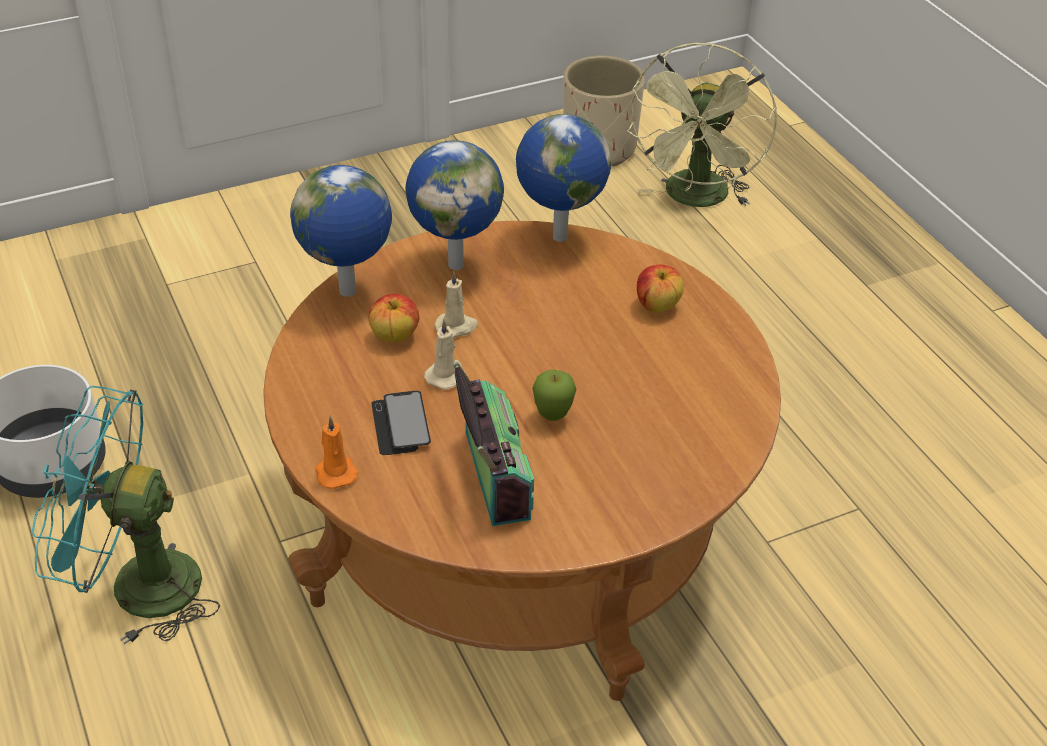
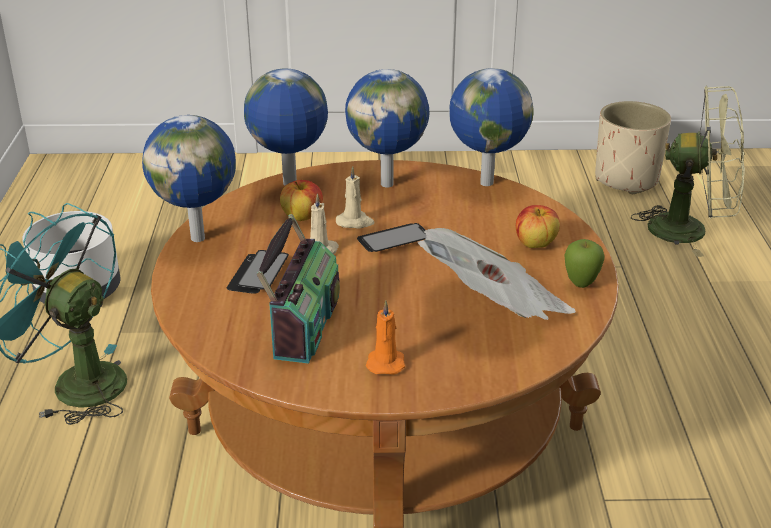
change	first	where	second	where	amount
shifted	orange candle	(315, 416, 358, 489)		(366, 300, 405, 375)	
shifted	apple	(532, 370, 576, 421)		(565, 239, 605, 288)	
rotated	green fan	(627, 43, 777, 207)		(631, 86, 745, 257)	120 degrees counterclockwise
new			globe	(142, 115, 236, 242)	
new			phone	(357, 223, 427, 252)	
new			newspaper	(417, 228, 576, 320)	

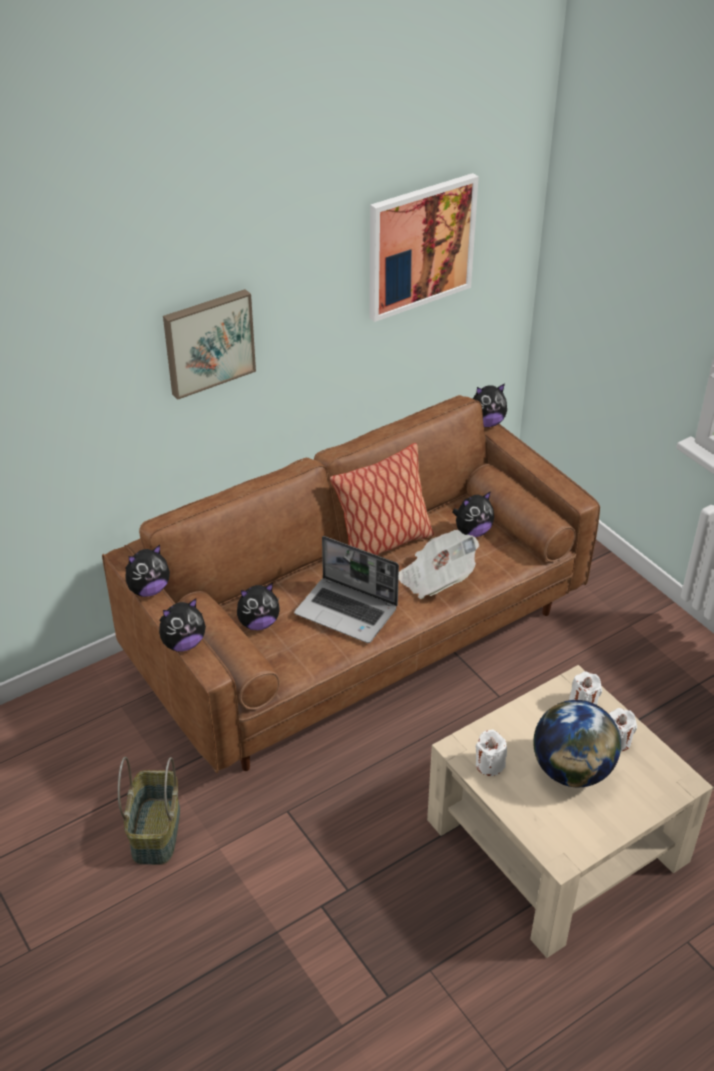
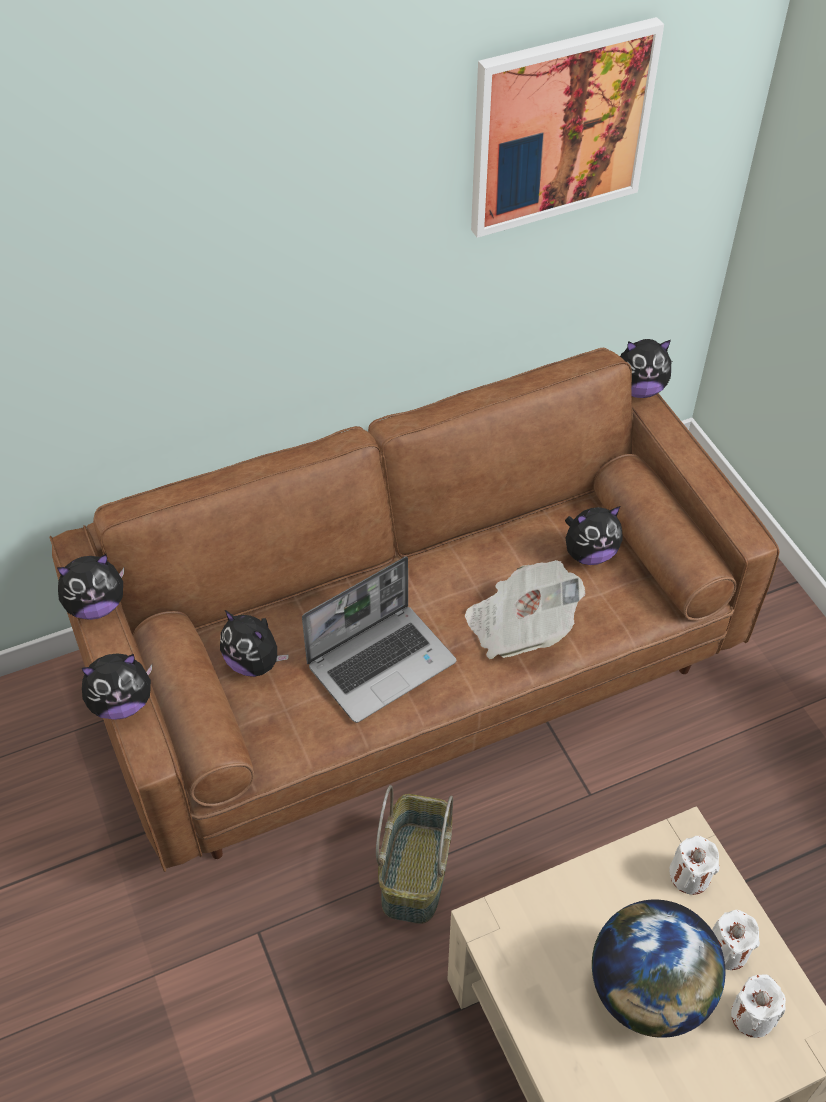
change	first	where	second	where	amount
shifted	basket	(118, 757, 180, 865)		(376, 785, 453, 924)	
gone	picture	(163, 289, 256, 400)			
rotated	plush toy	(237, 583, 280, 630)		(220, 610, 289, 677)	45 degrees clockwise
rotated	laptop	(294, 536, 399, 643)		(302, 556, 456, 723)	75 degrees counterclockwise
gone	pillow	(330, 443, 434, 555)			
shifted	white candle	(476, 730, 507, 776)		(731, 974, 786, 1038)	

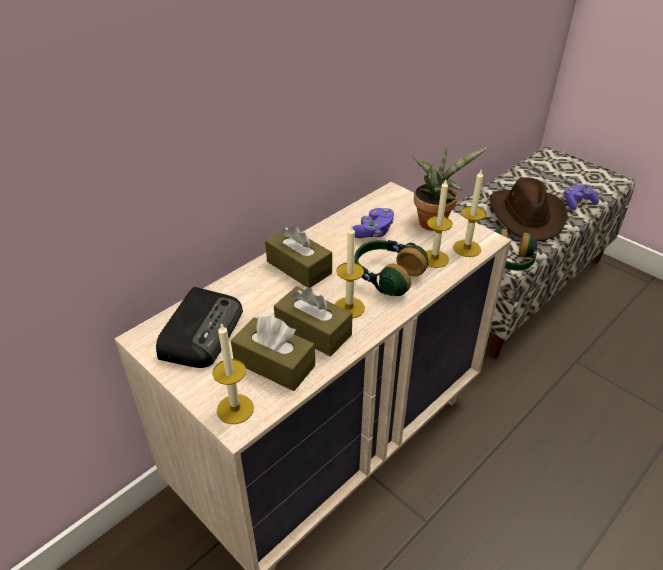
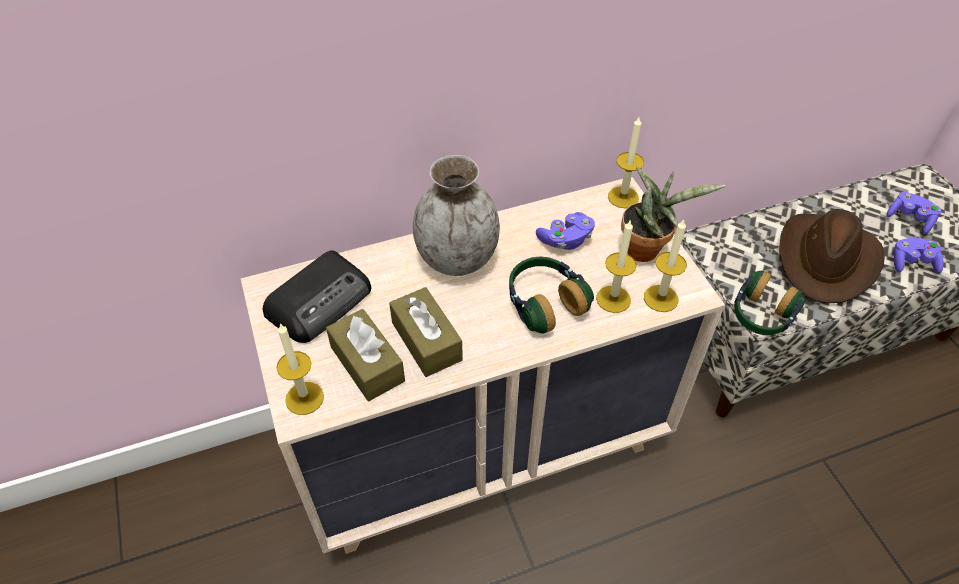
change	first	where	second	where	amount
swapped	brown tissue box	(265, 225, 332, 288)	grey vase	(413, 155, 500, 276)	
shifted	candle	(335, 224, 365, 318)		(608, 117, 644, 208)	
new			purple game controller	(887, 192, 942, 234)	

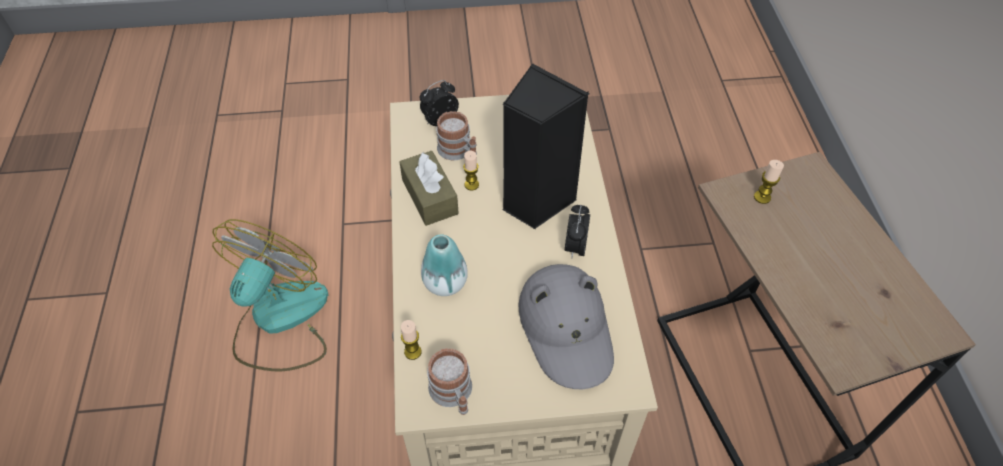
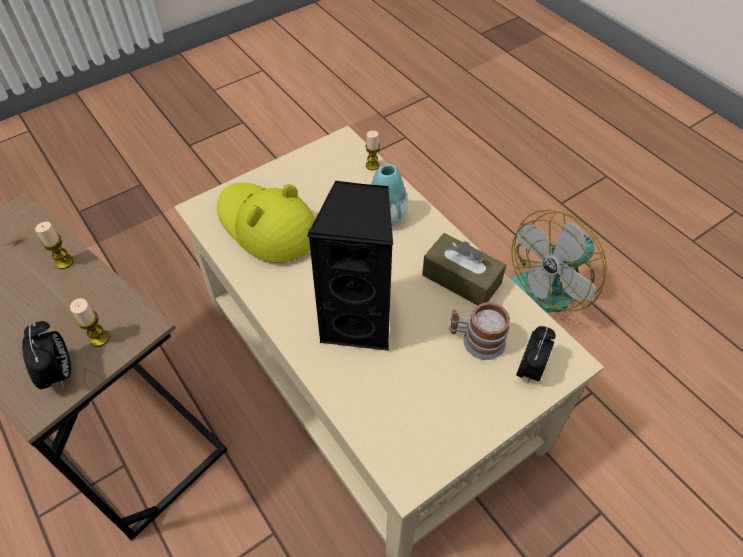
change	first	where	second	where	amount
rotated	fan	(212, 219, 328, 371)		(510, 210, 606, 313)	60 degrees clockwise
gone	mug	(427, 348, 472, 415)			
shifted	candle	(463, 151, 479, 190)		(35, 222, 74, 269)	
repainted	grey hat	(519, 264, 614, 389)	yellow hat	(217, 183, 315, 263)	
shifted	alarm clock	(565, 205, 590, 258)		(22, 321, 71, 389)	

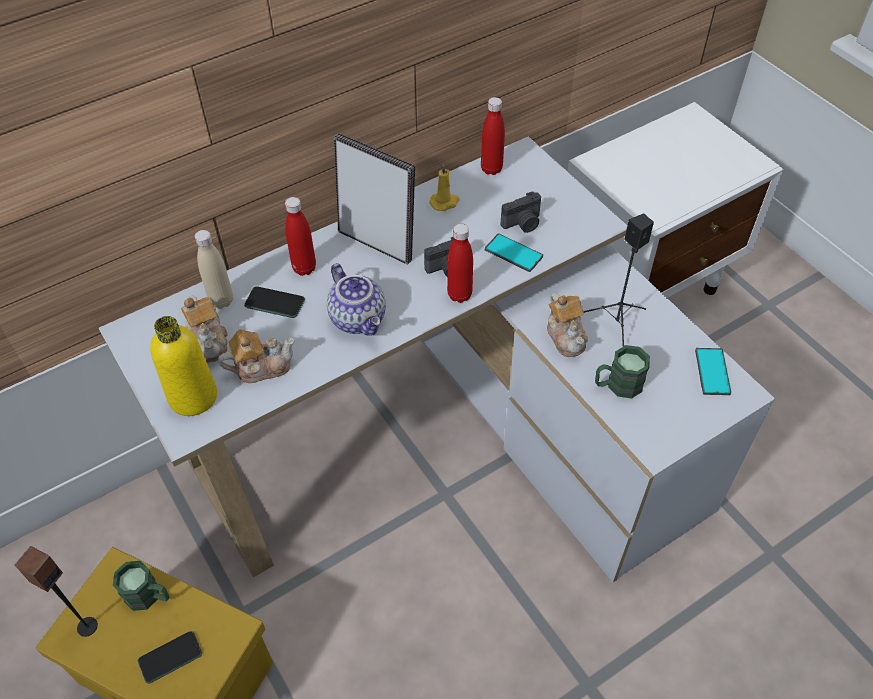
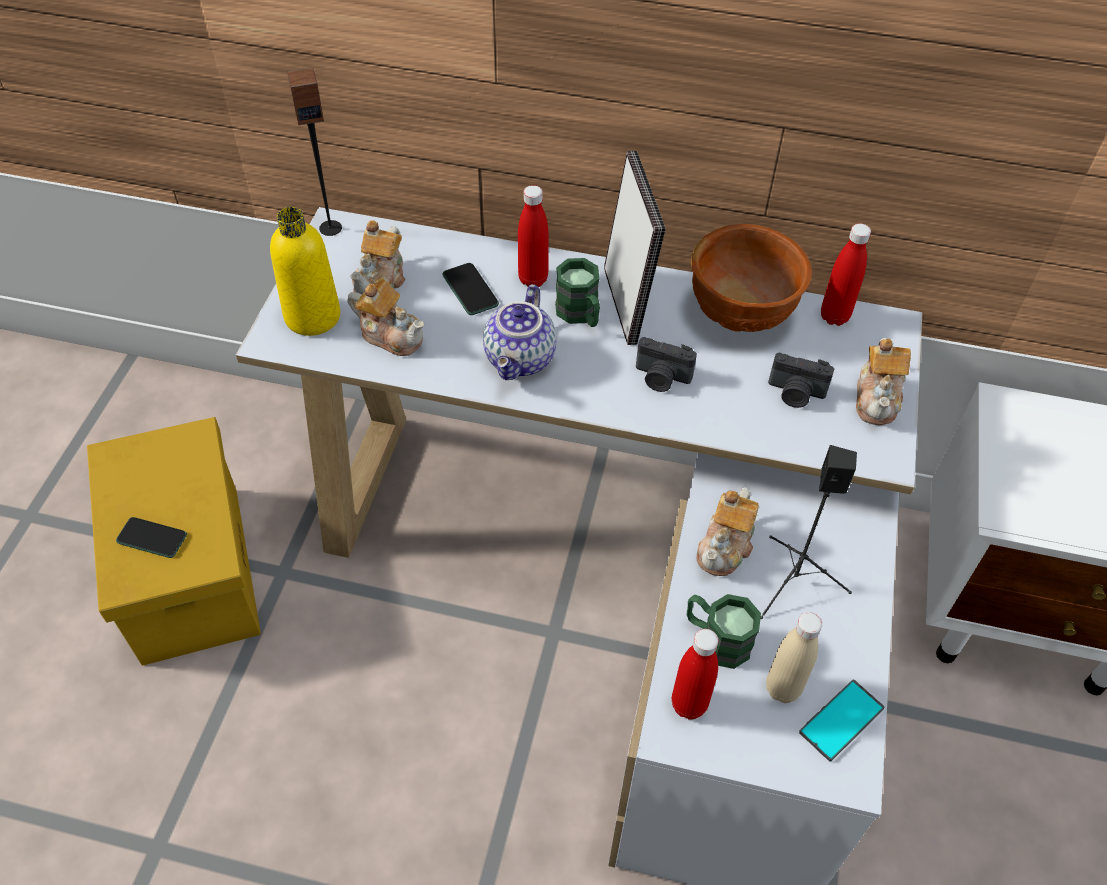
change	first	where	second	where	amount
shifted	speaker	(15, 546, 98, 637)		(287, 68, 342, 236)	
shifted	green mug	(113, 561, 170, 611)		(555, 258, 600, 327)	
shifted	beige bottle	(195, 230, 233, 309)		(766, 612, 822, 703)	
swapped	yellow candle	(429, 164, 460, 211)	brown bowl	(691, 224, 812, 332)	
shifted	red bottle	(447, 224, 473, 303)		(672, 629, 718, 720)	
gone	phone	(485, 233, 543, 272)			
new			teapot	(856, 338, 911, 425)	

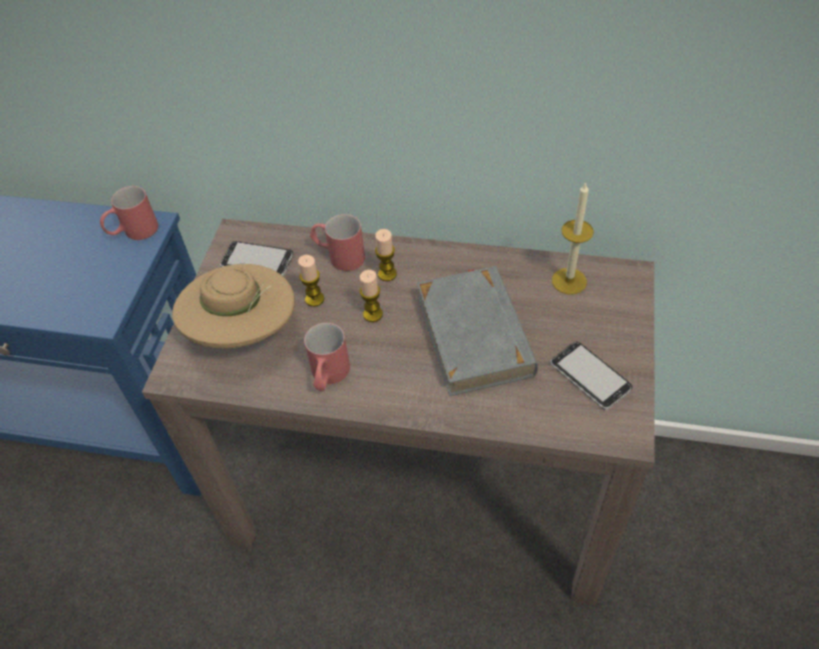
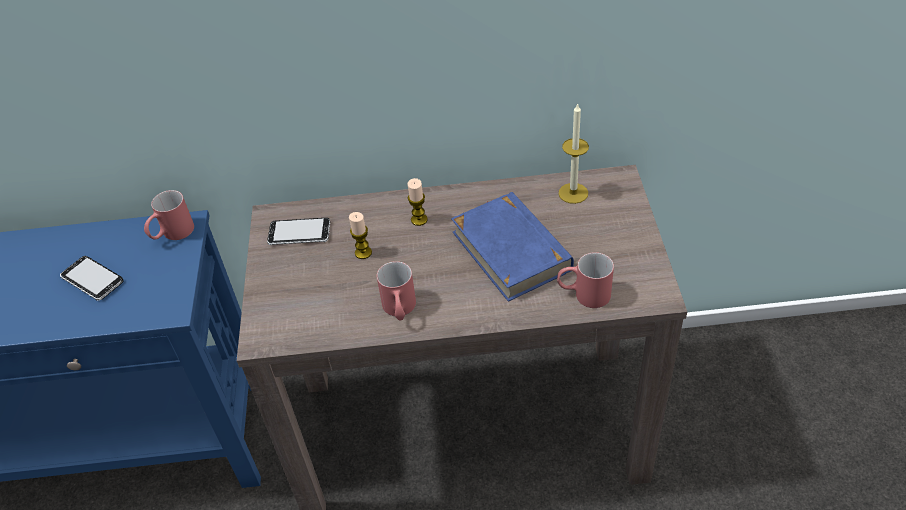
change	first	where	second	where	amount
gone	beige hat	(172, 264, 295, 348)			
shifted	red mug	(310, 214, 365, 271)		(557, 252, 614, 308)	
gone	candle	(360, 270, 383, 322)			
repainted	grey book	(417, 266, 538, 396)	blue book	(451, 192, 574, 302)	
shifted	phone	(550, 341, 632, 410)		(60, 256, 124, 301)	

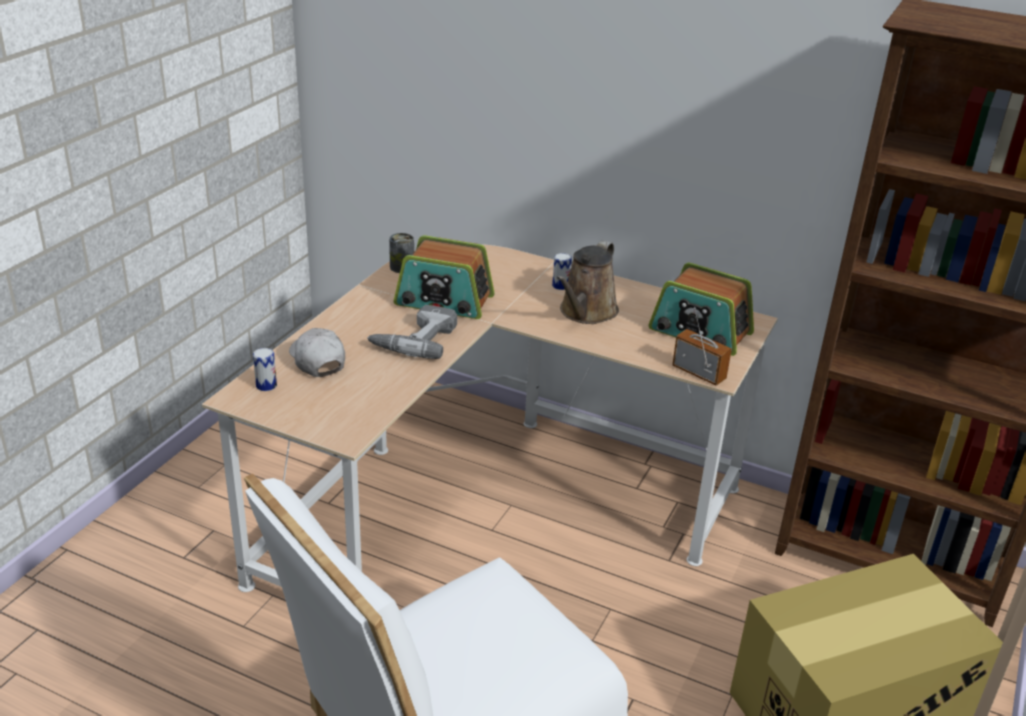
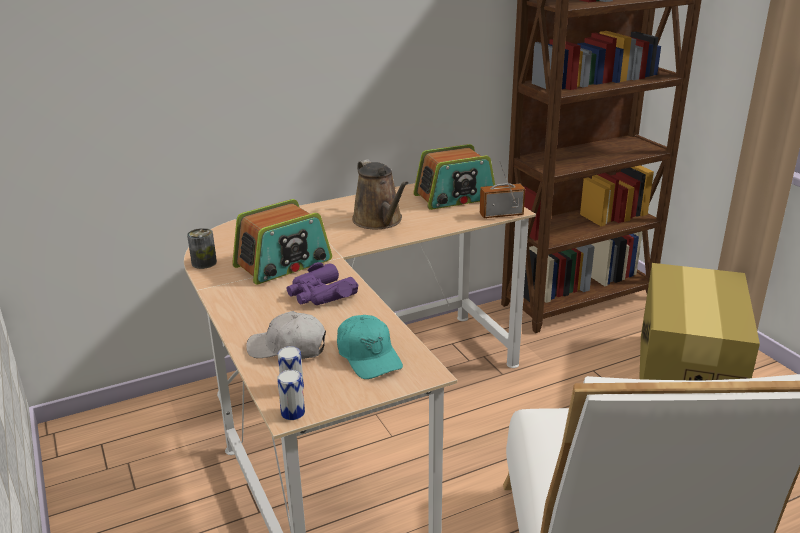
change	first	where	second	where	amount
swapped	power drill	(367, 305, 457, 359)	purple binoculars	(286, 262, 359, 305)	
shifted	can	(552, 253, 572, 290)		(277, 370, 305, 420)	
new			turquoise cap	(337, 315, 403, 379)	

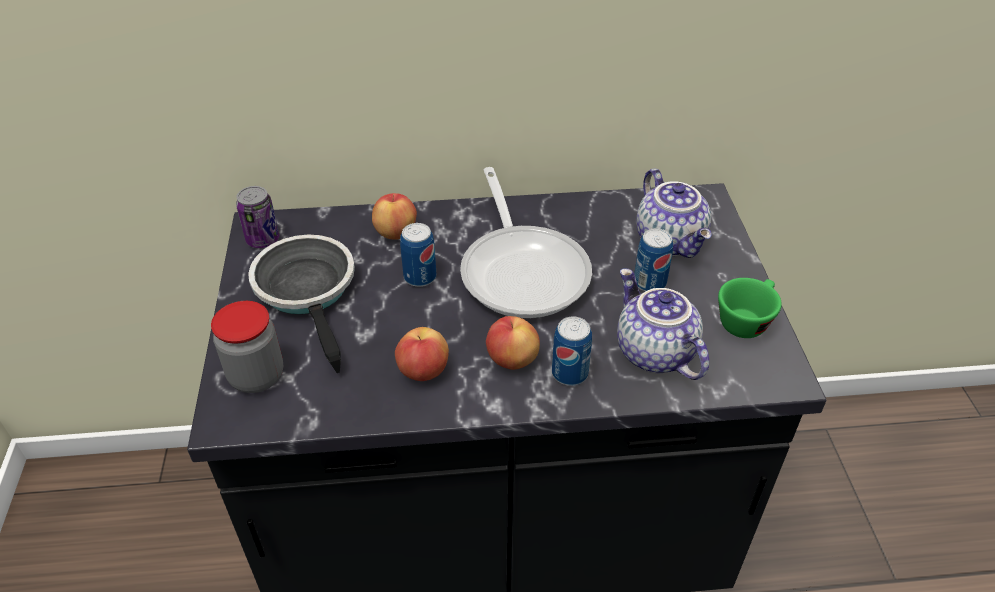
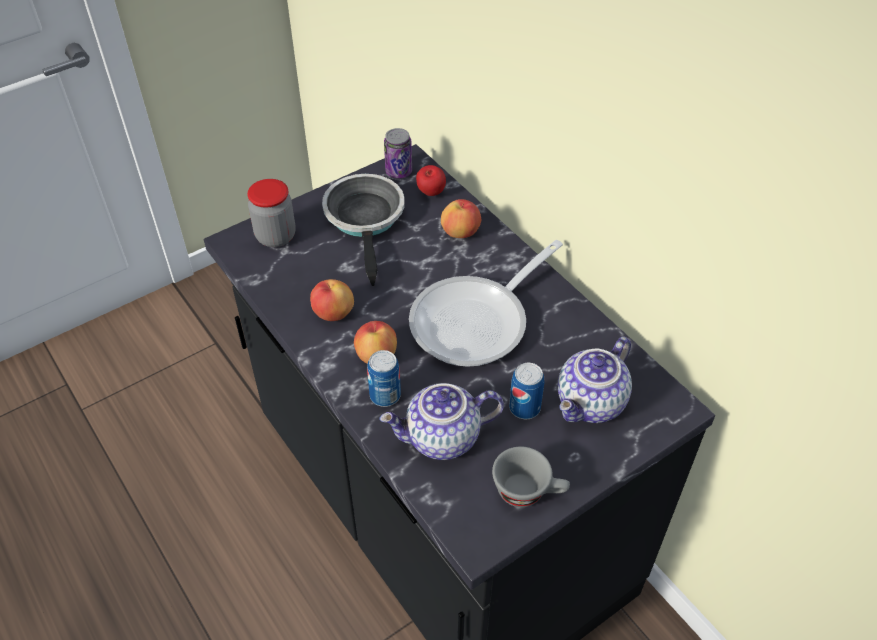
change	first	where	second	where	amount
rotated	frying pan	(248, 235, 355, 373)		(322, 174, 405, 286)	45 degrees counterclockwise
gone	can	(400, 223, 436, 287)			
rotated	teapot	(617, 268, 709, 380)		(379, 383, 504, 460)	135 degrees counterclockwise
repainted	green cup	(718, 278, 782, 338)	grey cup	(492, 447, 570, 507)	
new			apple	(416, 165, 446, 196)	

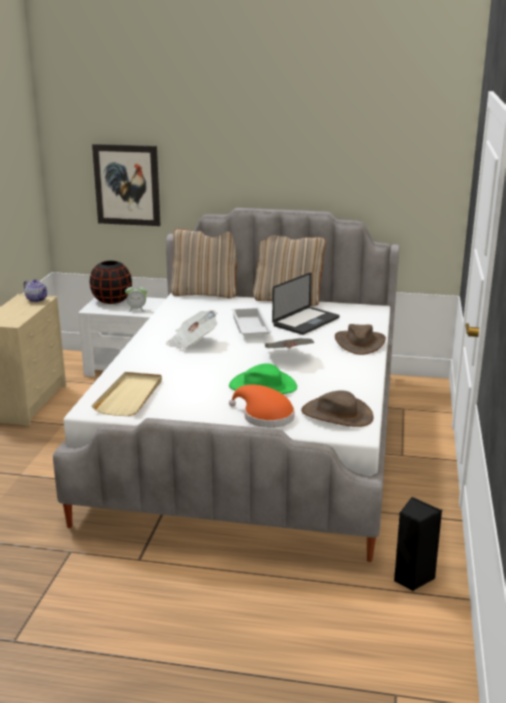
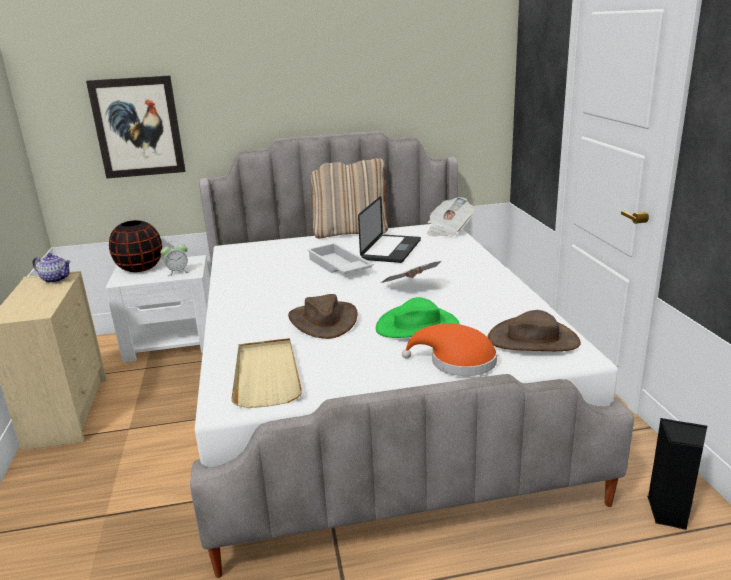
change	first	where	second	where	amount
shifted	newspaper	(166, 310, 218, 349)		(427, 197, 475, 237)	
gone	beige pillow	(171, 228, 237, 298)			
shifted	brown hat	(335, 324, 386, 355)		(288, 294, 358, 339)	

